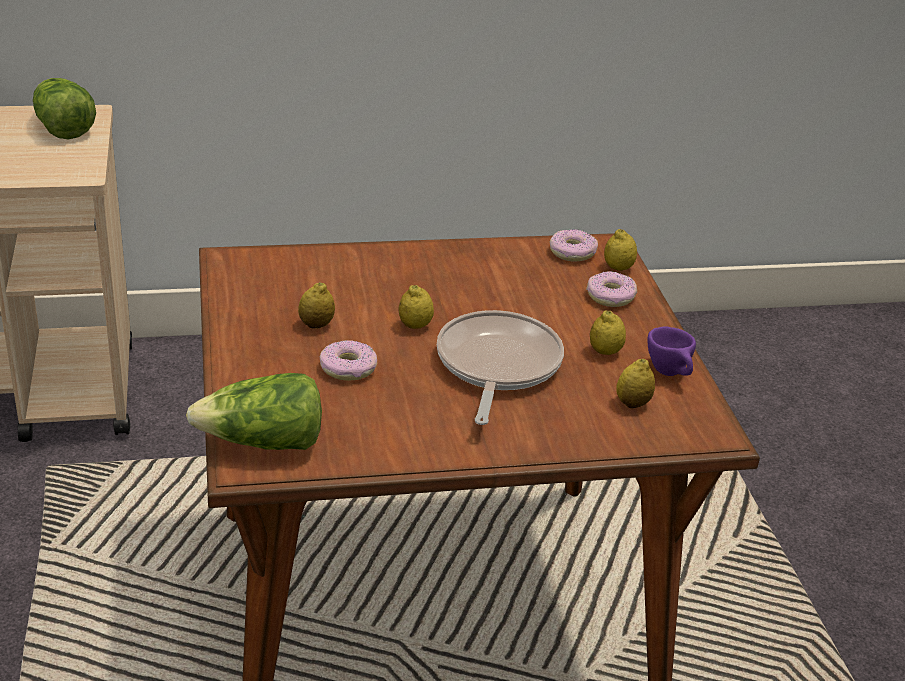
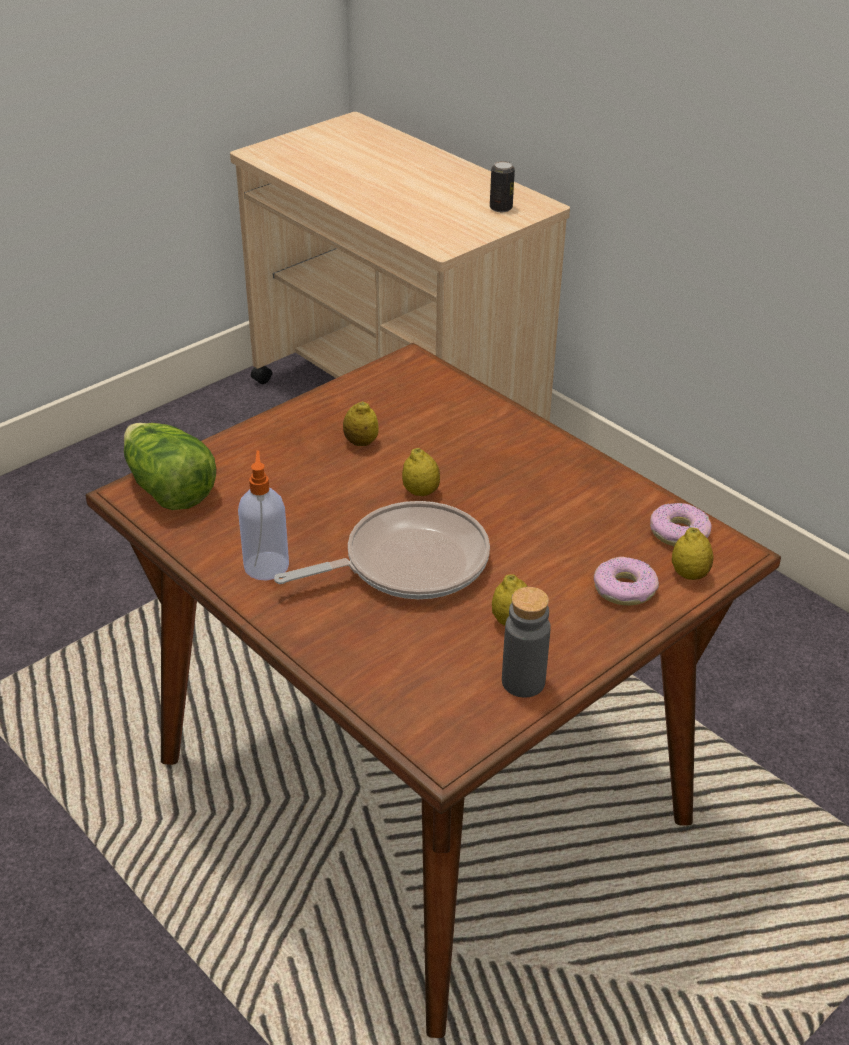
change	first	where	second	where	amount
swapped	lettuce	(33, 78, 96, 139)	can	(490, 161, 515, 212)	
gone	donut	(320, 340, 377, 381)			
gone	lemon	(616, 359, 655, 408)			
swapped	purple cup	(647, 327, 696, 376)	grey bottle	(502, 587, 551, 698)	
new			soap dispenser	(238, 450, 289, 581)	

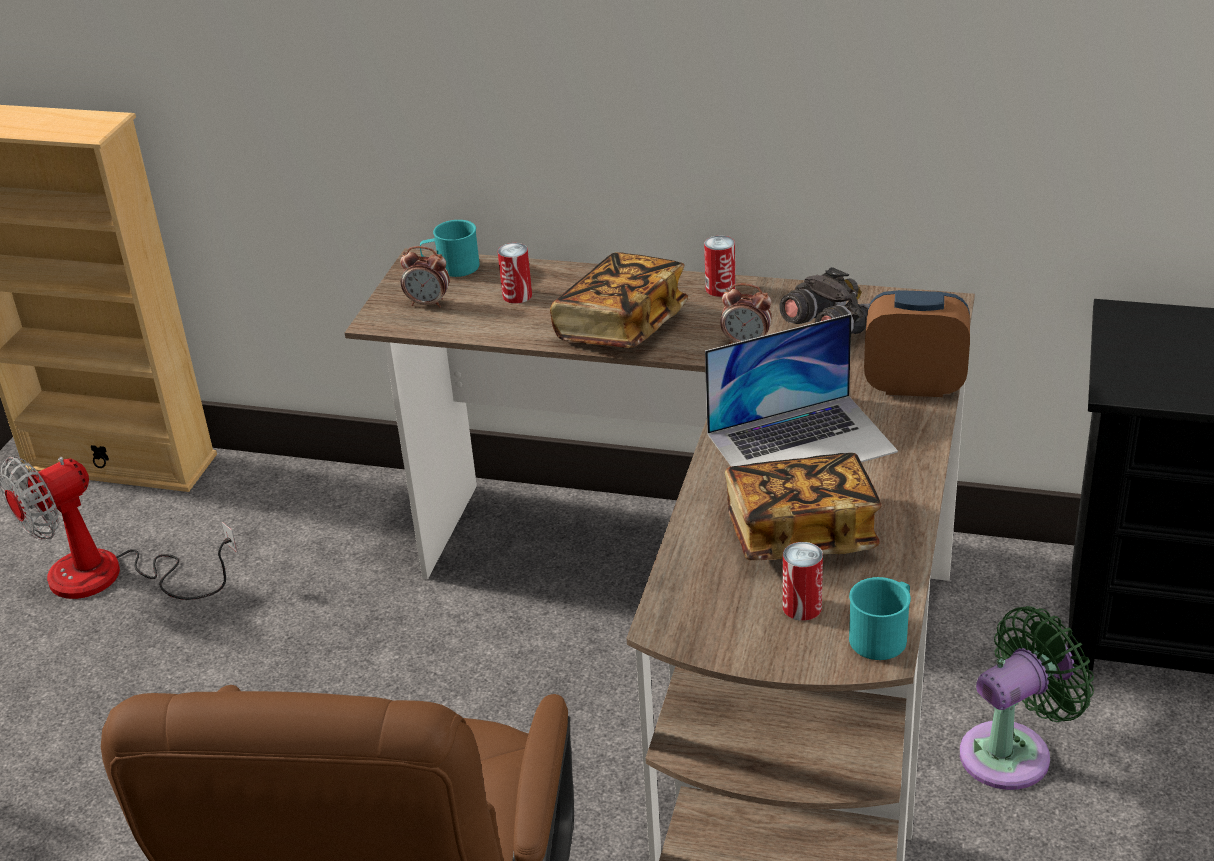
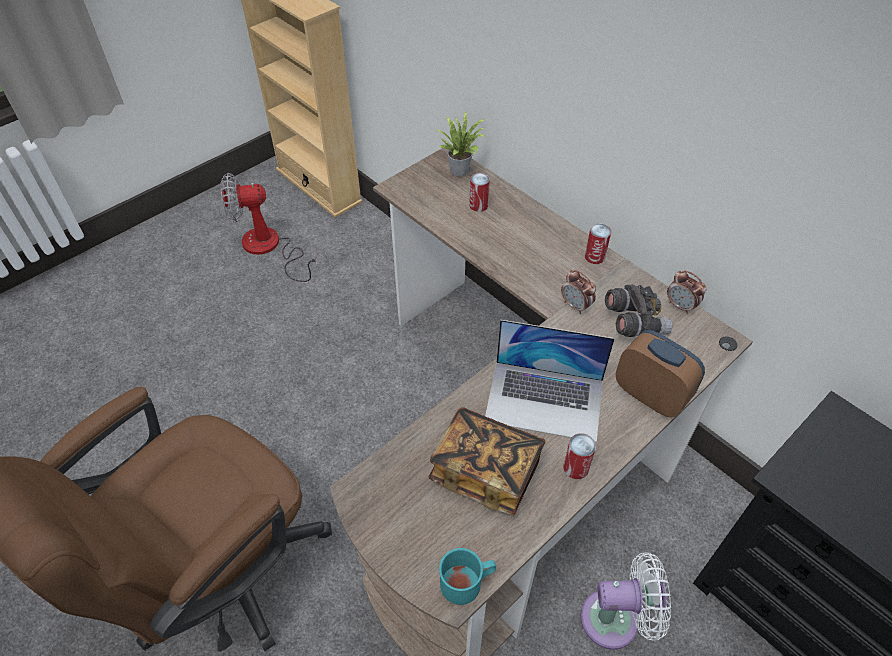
change	first	where	second	where	amount
shifted	alarm clock	(400, 246, 450, 308)		(667, 270, 706, 314)	
swapped	turquoise mug	(420, 220, 480, 277)	potted plant	(434, 111, 486, 176)	
gone	book	(550, 253, 688, 348)			
shifted	can	(783, 542, 823, 621)		(563, 433, 596, 479)	
repainted	green fan	(960, 606, 1094, 790)	white fan	(581, 552, 671, 650)	

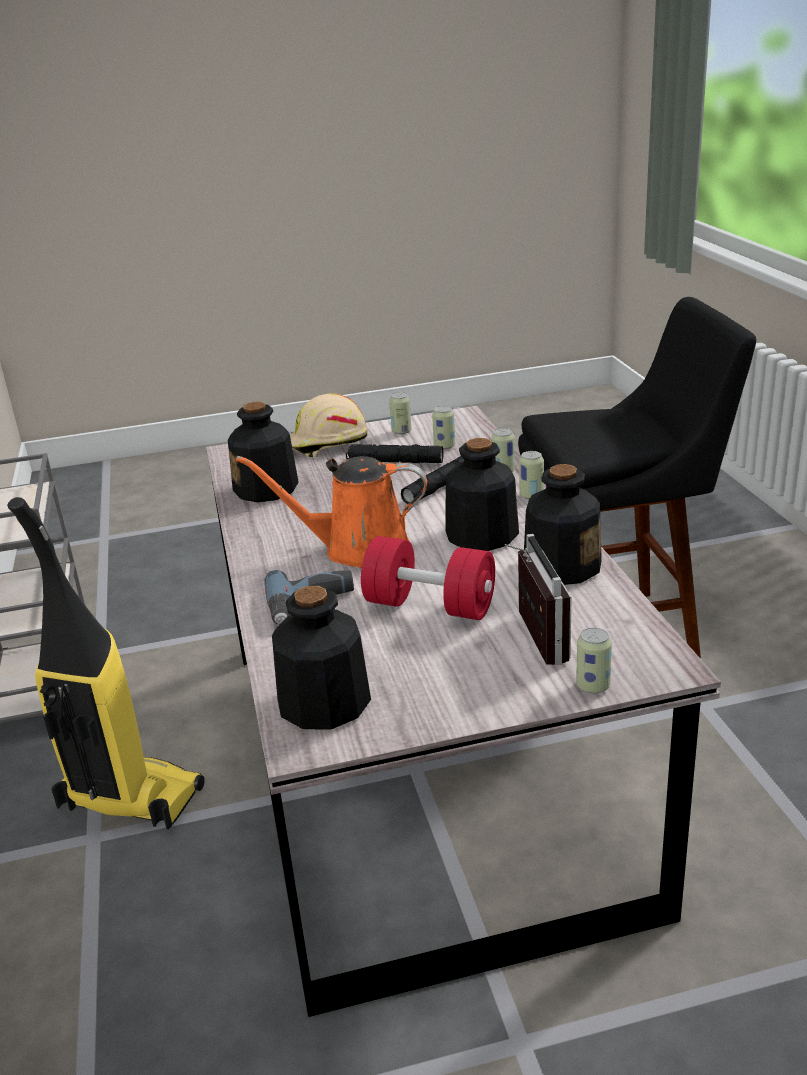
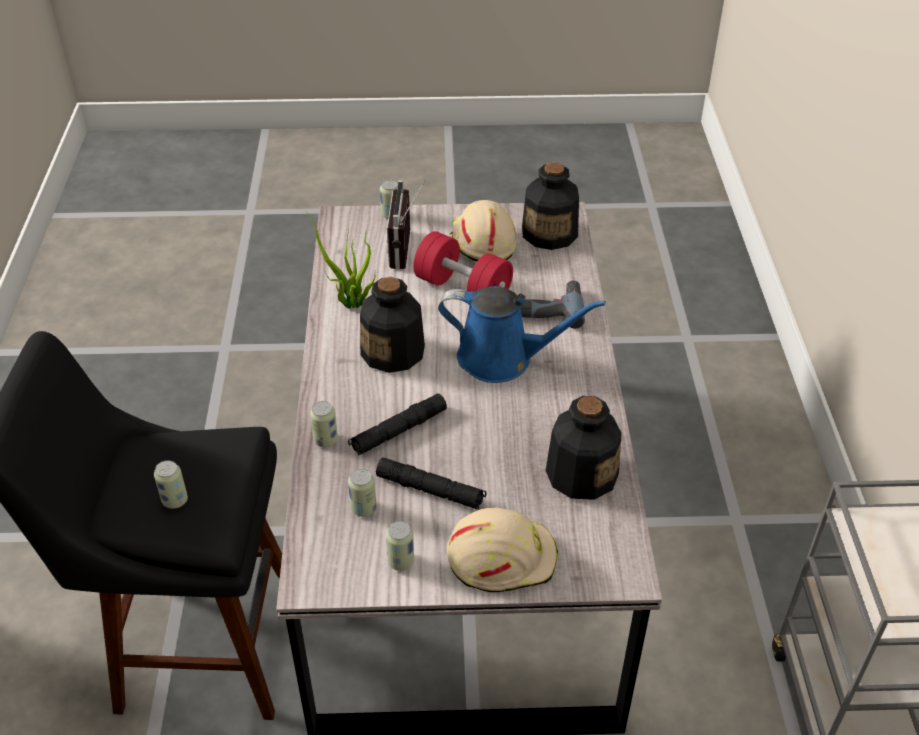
change	first	where	second	where	amount
gone	vacuum cleaner	(7, 497, 205, 829)			
repainted	orange watering can	(236, 456, 427, 568)	blue watering can	(438, 286, 606, 383)	
shifted	can	(519, 451, 544, 499)		(154, 460, 188, 509)	
swapped	bottle	(524, 464, 602, 585)	potted plant	(308, 214, 376, 309)	
new			beige hard hat	(450, 200, 516, 262)	

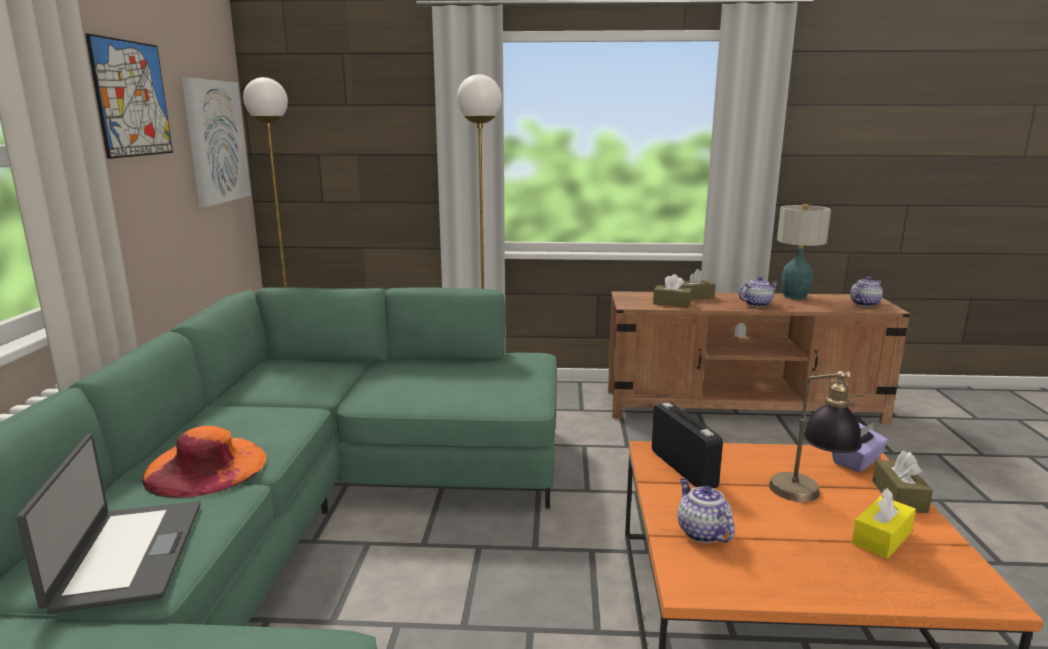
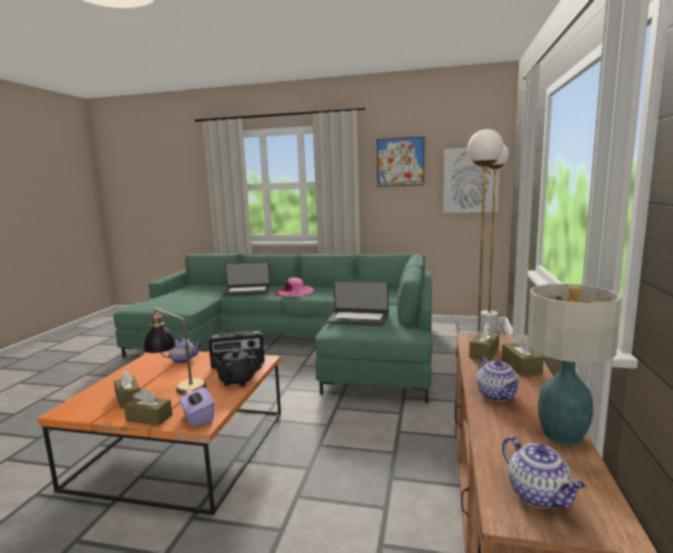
change	first	where	second	where	amount
repainted	orange hat	(142, 426, 266, 498)	pink hat	(275, 277, 314, 297)	
repainted	yellow tissue box	(851, 488, 916, 559)	brown tissue box	(114, 370, 140, 409)	
new			black teapot	(210, 348, 262, 387)	
new			laptop	(326, 280, 389, 326)	

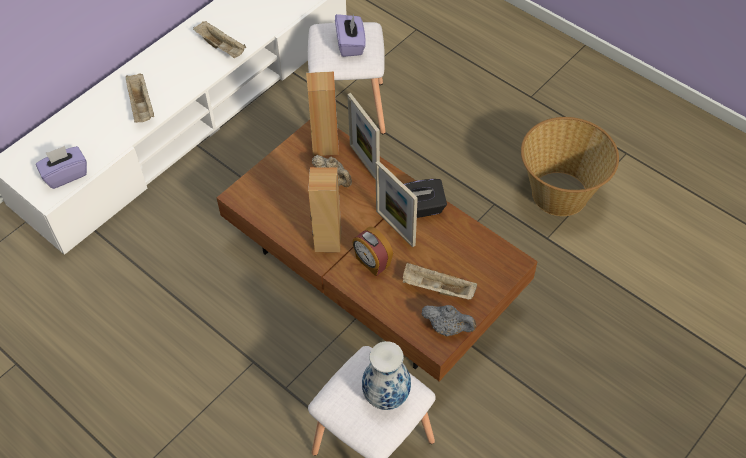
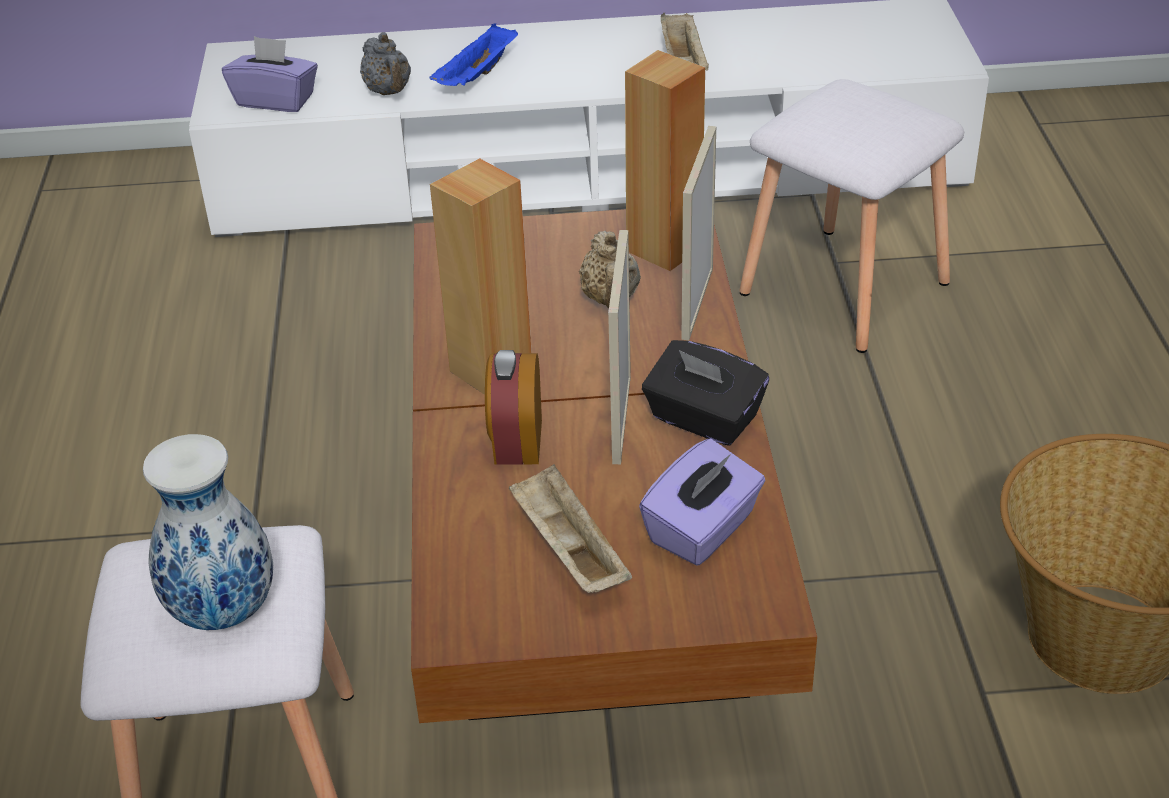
change	first	where	second	where	amount
repainted	beige tray	(126, 73, 154, 123)	blue tray	(429, 23, 518, 86)	
shifted	purple tissue box	(335, 14, 366, 57)		(639, 438, 765, 566)	
shifted	grey teapot	(422, 305, 476, 336)		(360, 32, 411, 95)	

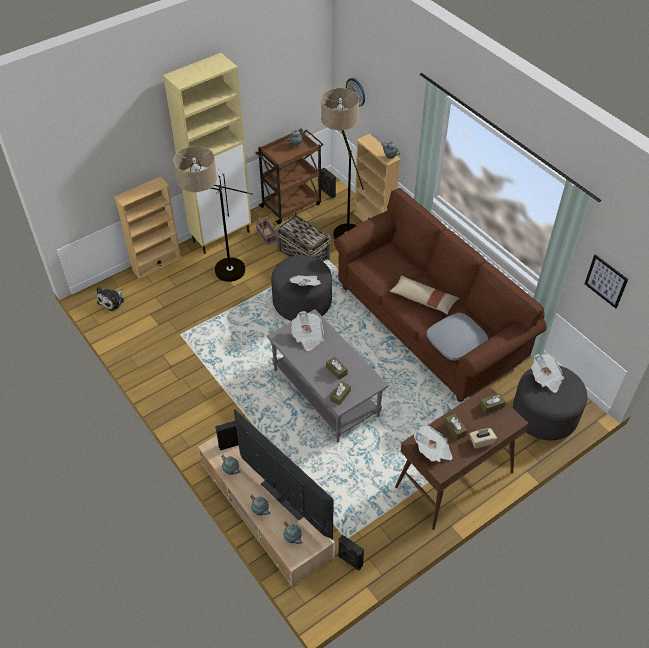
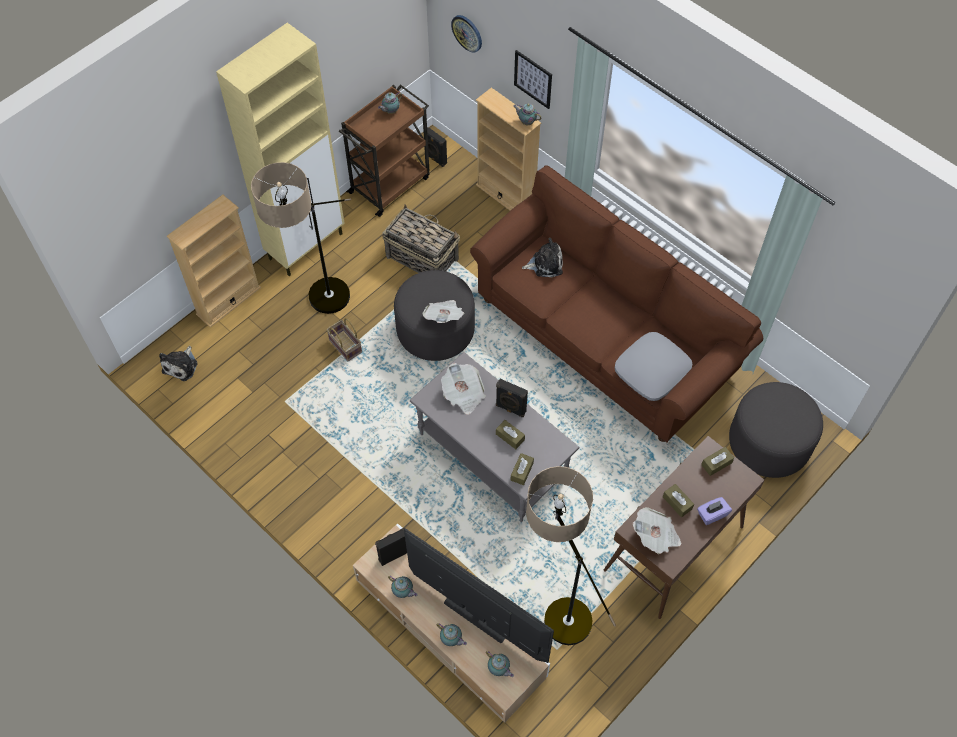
change	first	where	second	where	amount
shifted	basket	(255, 213, 277, 245)		(326, 318, 362, 361)	
shifted	floor lamp	(321, 88, 367, 240)		(526, 466, 616, 645)	
shifted	black speaker	(338, 535, 364, 571)		(496, 379, 528, 417)	
gone	beige pillow	(390, 276, 460, 314)			
repainted	beige tissue box	(469, 428, 497, 449)	purple tissue box	(697, 497, 732, 525)	
gone	newspaper	(531, 354, 564, 393)			
shifted	picture	(584, 254, 628, 308)		(514, 50, 552, 109)	
new			plush toy	(522, 238, 563, 278)	

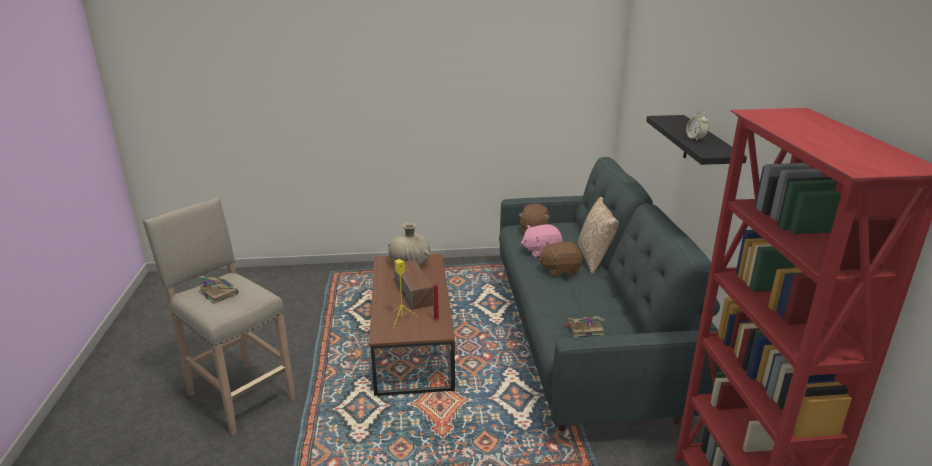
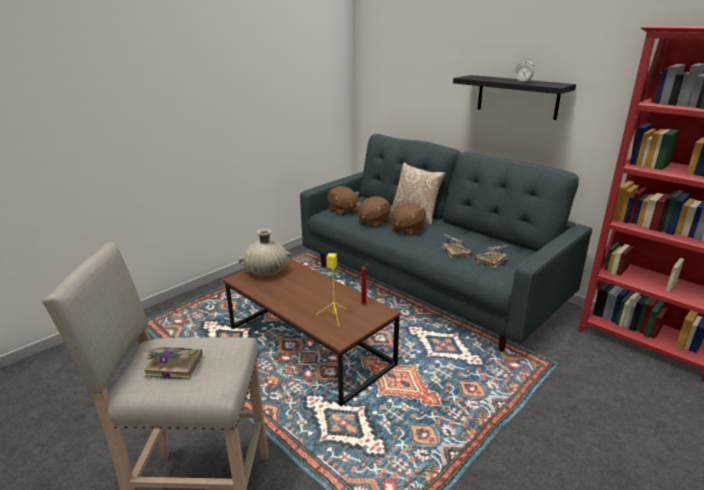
change	first	where	second	where	amount
gone	speaker	(394, 260, 433, 310)			
repainted	pink plush toy	(521, 224, 562, 258)	brown plush toy	(356, 196, 391, 228)	
new			book	(442, 234, 472, 259)	

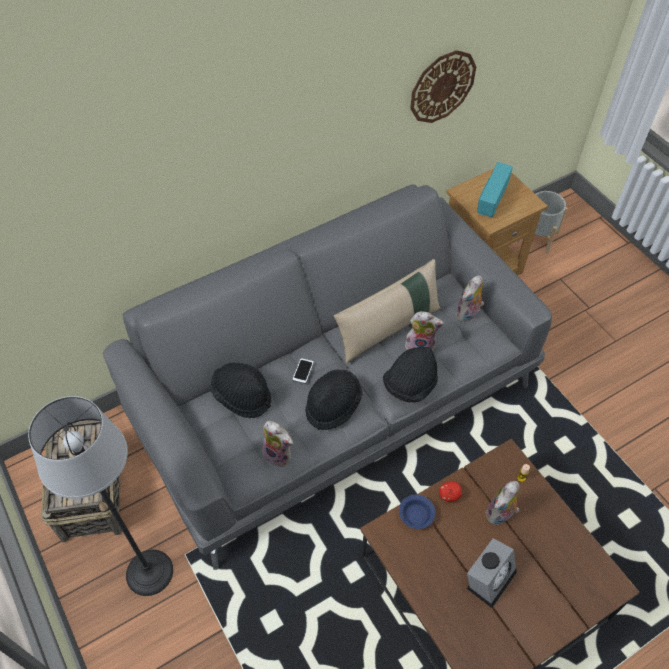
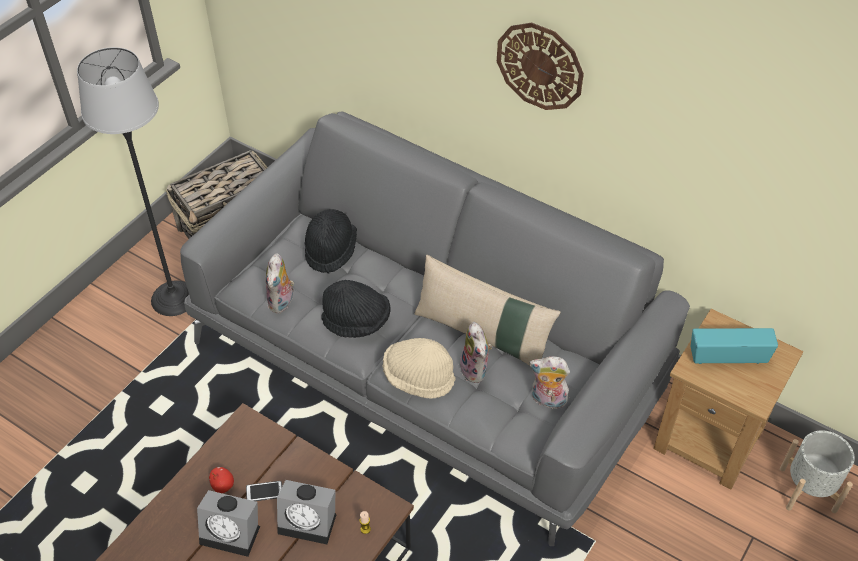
change	first	where	second	where	amount
shifted	phone	(292, 358, 314, 384)		(246, 481, 282, 501)	
repainted	black hat	(383, 347, 438, 403)	beige hat	(383, 338, 456, 399)	
gone	blue bowl	(399, 495, 435, 529)			
shifted	wall clock	(410, 50, 476, 123)		(497, 23, 584, 110)	
shifted	apple	(439, 481, 462, 502)		(209, 467, 234, 493)	
swapped	plush toy	(485, 481, 520, 526)	alarm clock	(277, 480, 336, 544)	

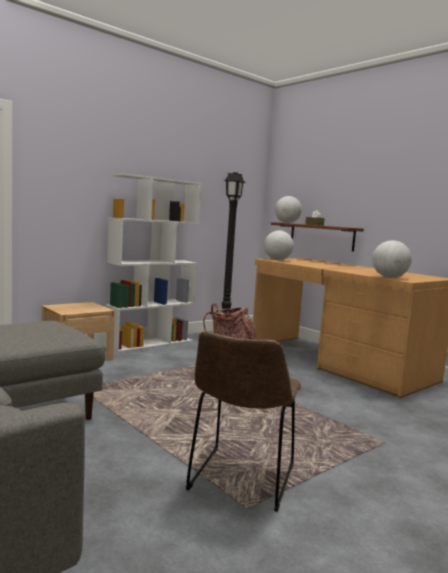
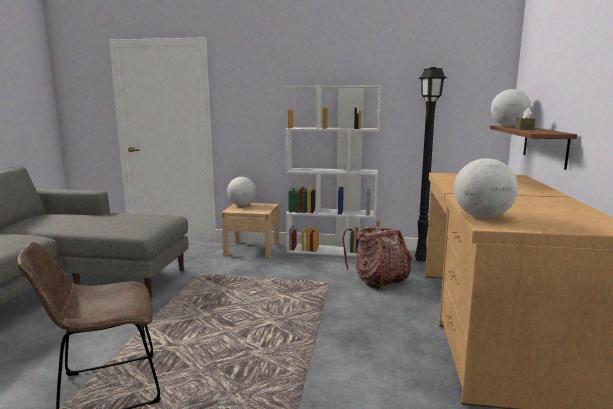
change	first	where	second	where	amount
shifted	globe	(264, 230, 294, 260)		(227, 177, 256, 206)	

